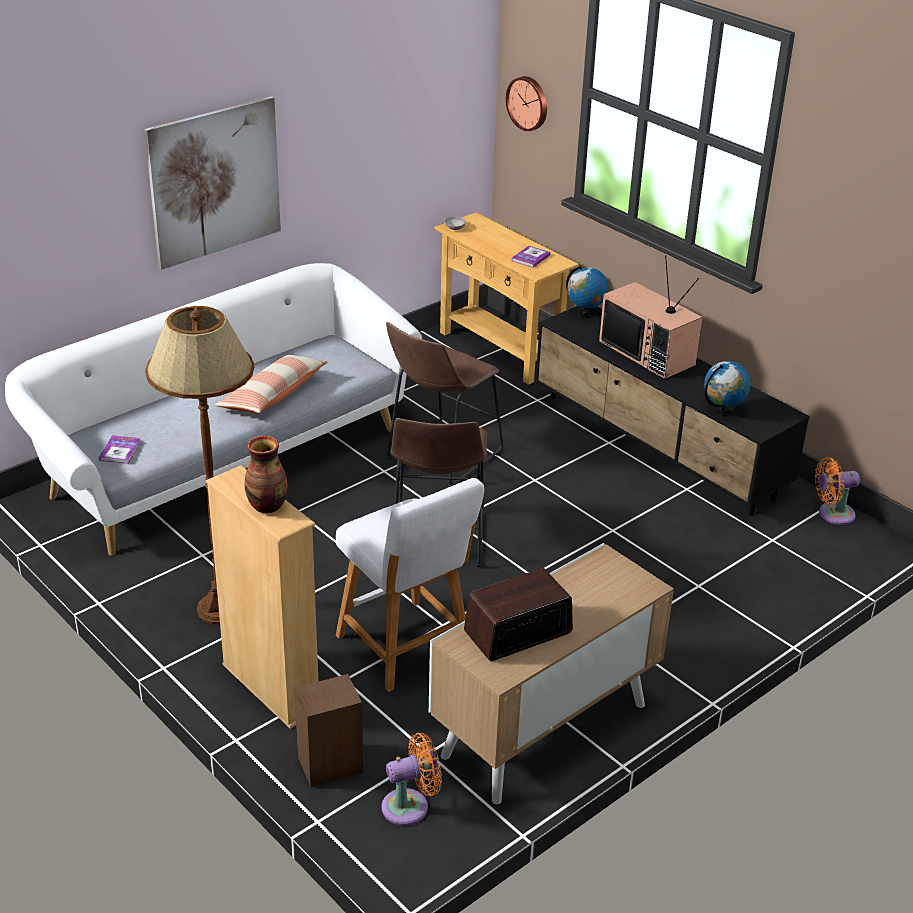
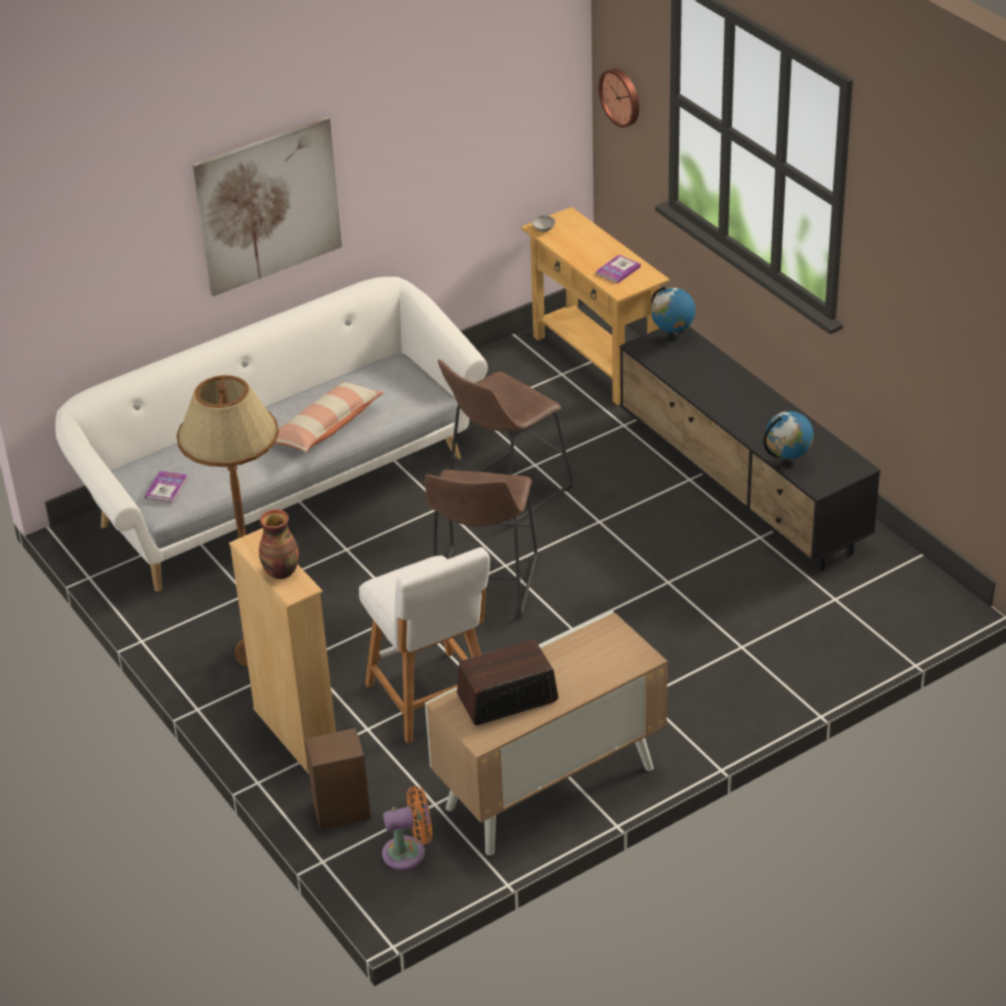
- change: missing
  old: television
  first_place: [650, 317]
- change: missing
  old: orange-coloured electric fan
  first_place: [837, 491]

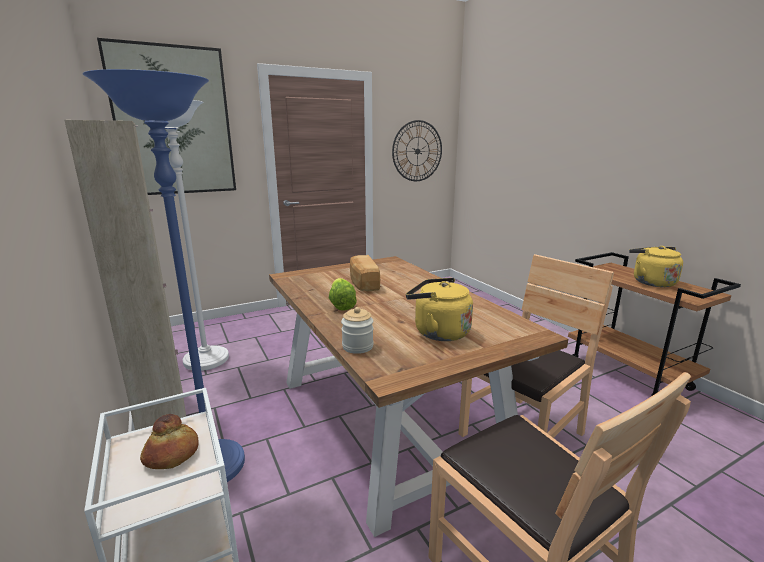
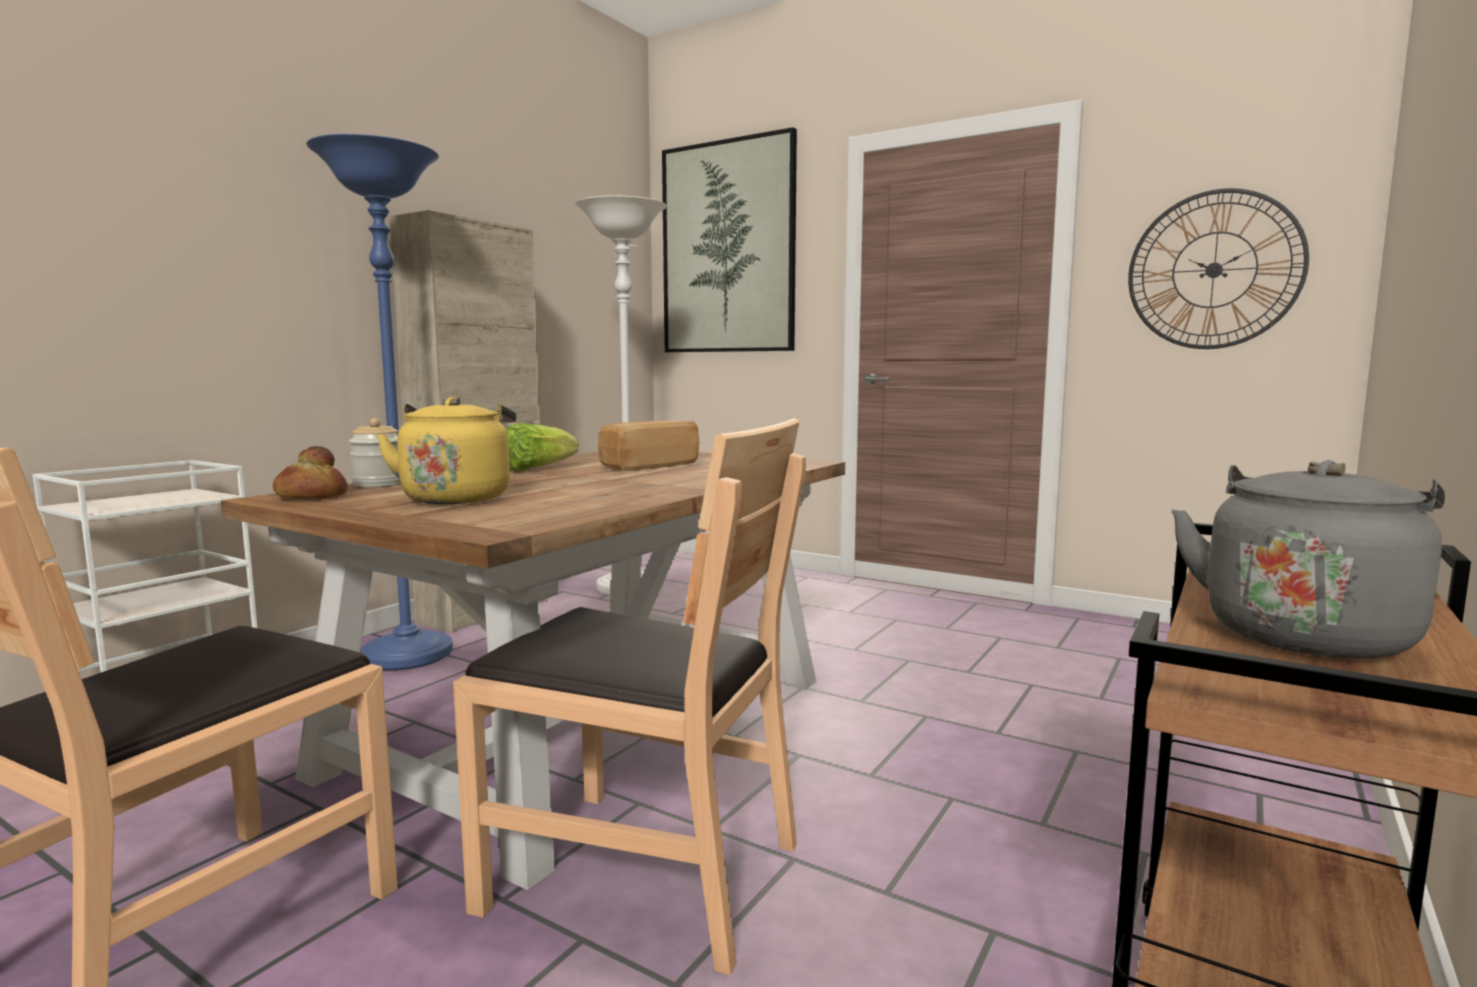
- change: relocated
  old: bread
  first_place: [169, 441]
  second_place: [310, 472]
- change: colour
  old: yellow-coloured kettle
  new: gray kettle
  first_place: [656, 266]
  second_place: [1308, 559]

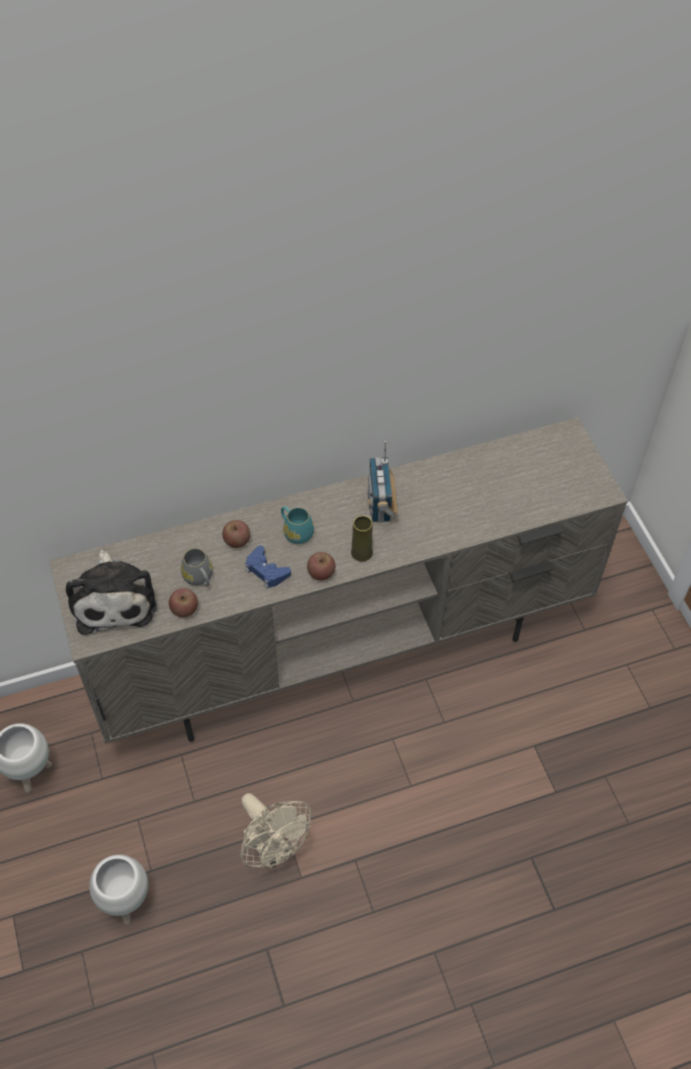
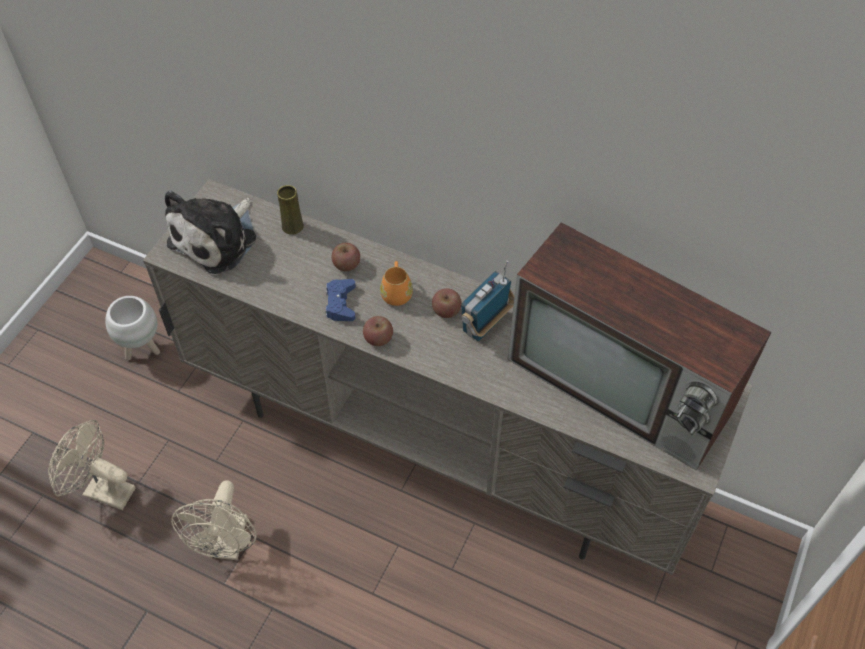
- change: exchanged
  old: whitish planter
  new: beige electric fan
  first_place: [118, 890]
  second_place: [92, 465]
- change: relocated
  old: yellow-coloured decorative vase
  first_place: [362, 538]
  second_place: [290, 210]
- change: colour
  old: turquoise coffee mug
  new: orange-coloured coffee mug
  first_place: [297, 525]
  second_place: [396, 283]
- change: relocated
  old: whole apple
  first_place: [183, 602]
  second_place: [447, 303]
- change: appeared
  new: television
  second_place: [639, 346]
- change: missing
  old: gray coffee mug
  first_place: [197, 567]

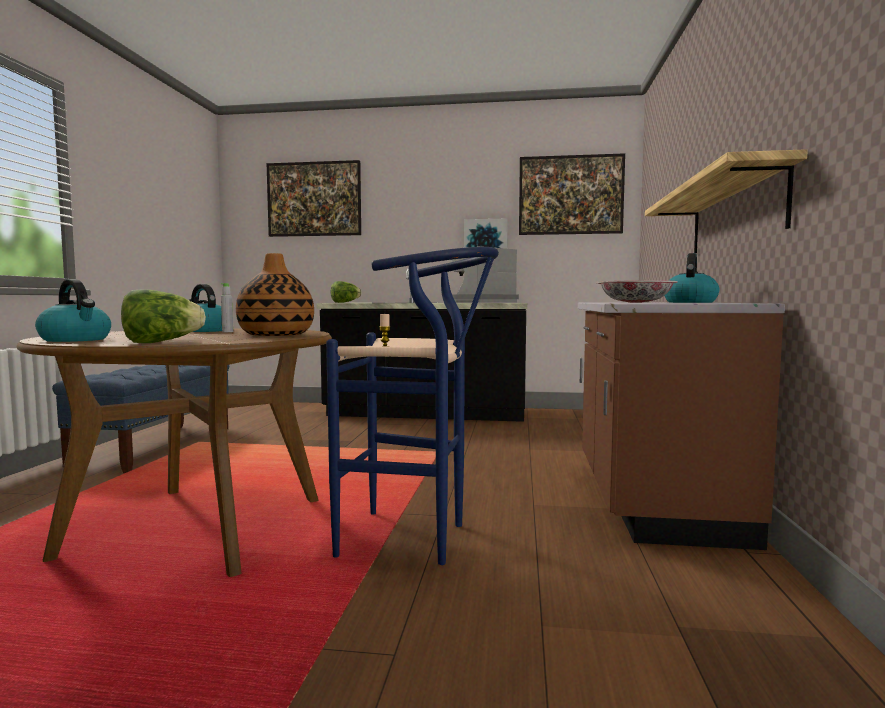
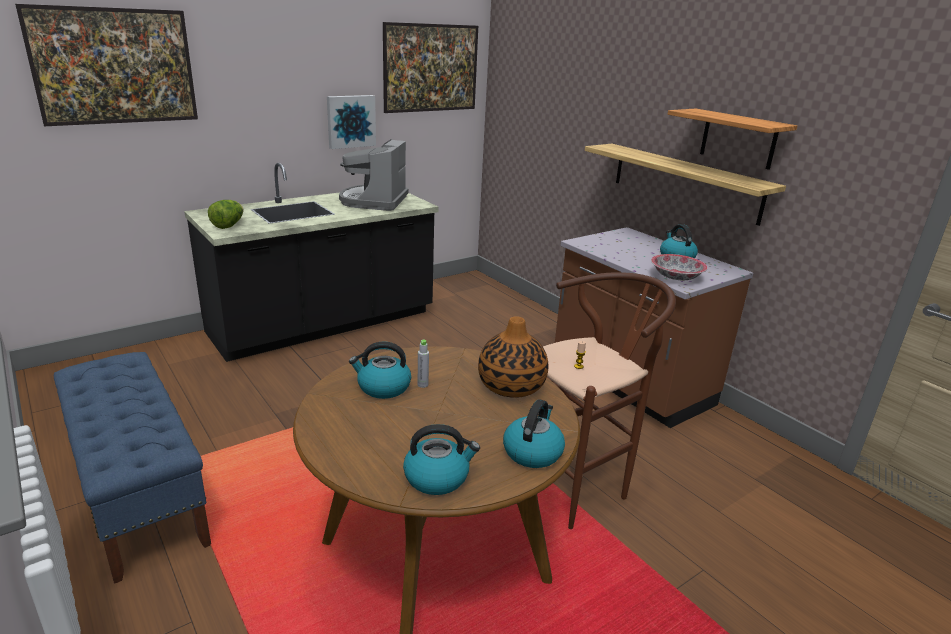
- change: exchanged
  old: head of lettuce
  new: kettle
  first_place: [163, 316]
  second_place: [534, 433]
- change: colour
  old: blue-coloured stool seat
  new: brown stool seat
  first_place: [412, 406]
  second_place: [609, 400]
- change: appeared
  new: shelf
  second_place: [732, 139]

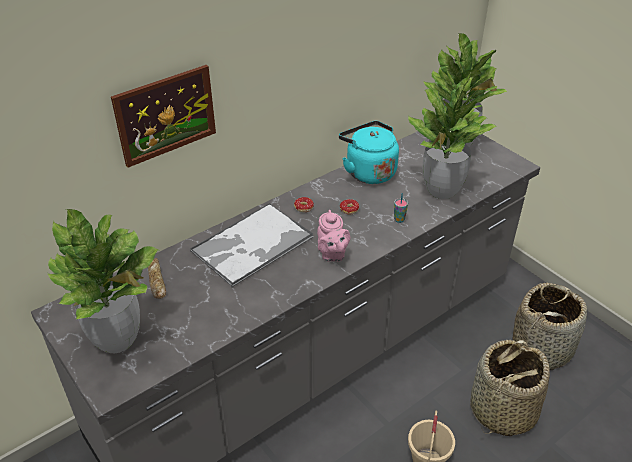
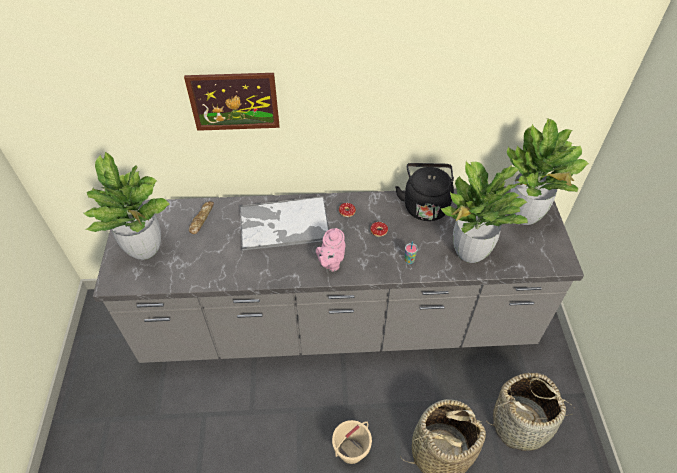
- change: colour
  old: turquoise kettle
  new: black kettle
  first_place: [369, 152]
  second_place: [424, 192]

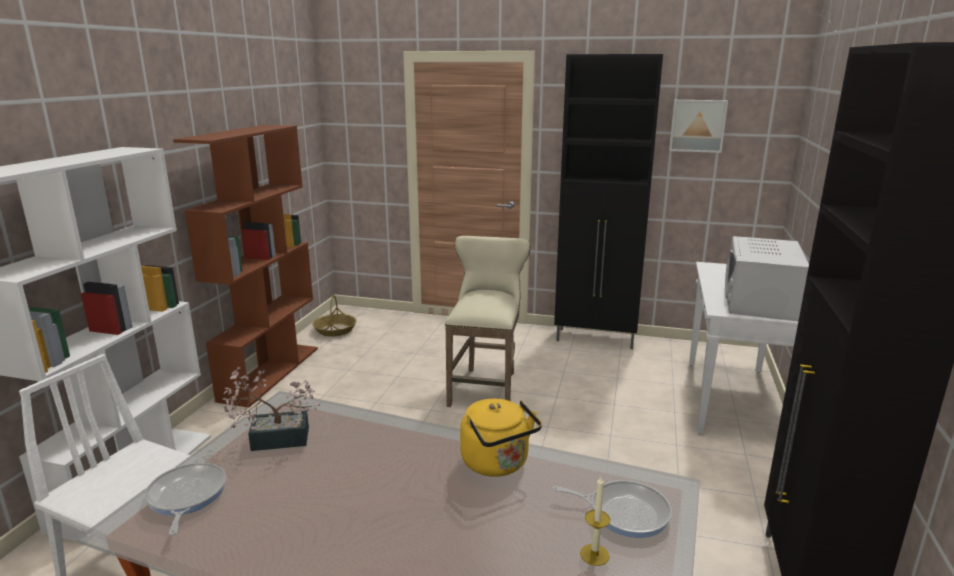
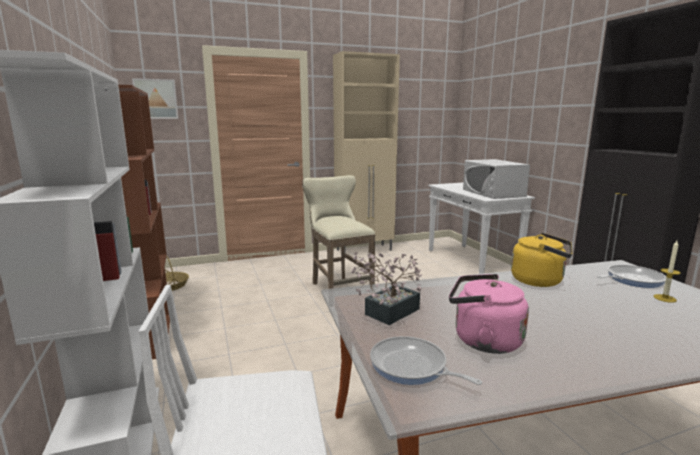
- change: relocated
  old: picture
  first_place: [698, 126]
  second_place: [155, 98]
- change: colour
  old: black cabinet
  new: beige cabinet
  first_place: [608, 201]
  second_place: [366, 152]
- change: appeared
  new: pink-coloured kettle
  second_place: [489, 314]

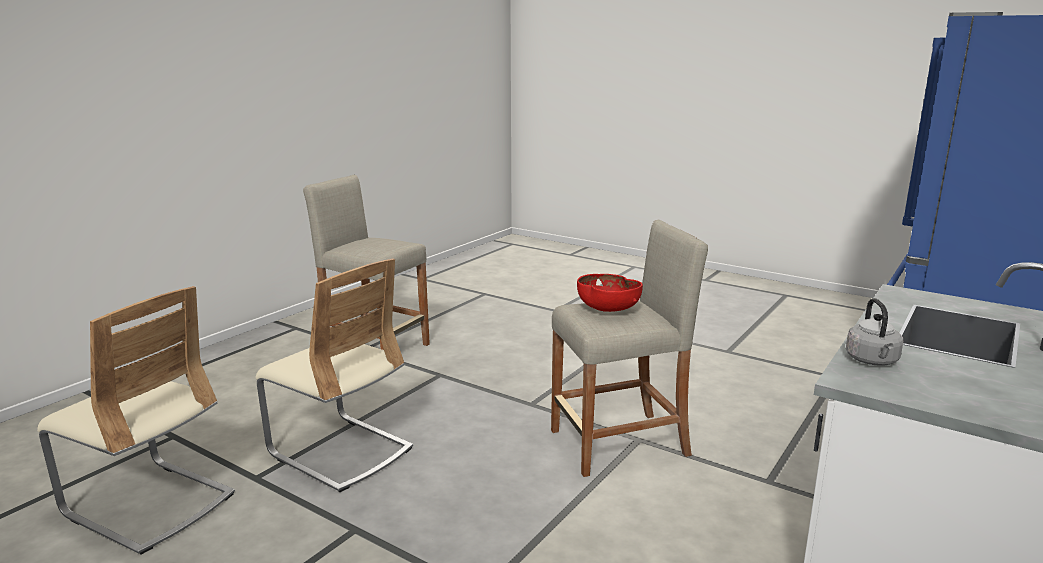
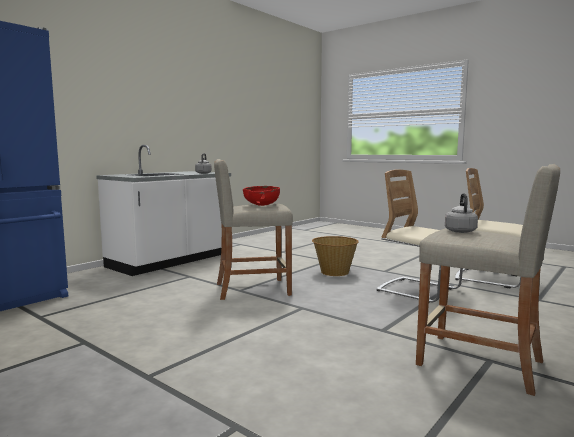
- change: appeared
  new: basket
  second_place: [335, 256]
- change: appeared
  new: gray kettle
  second_place: [461, 213]

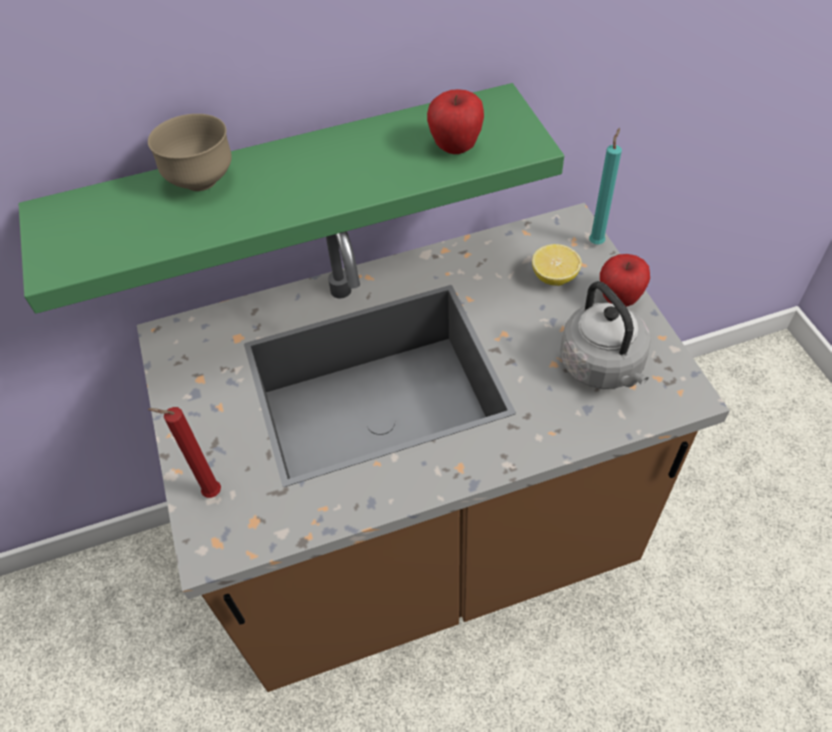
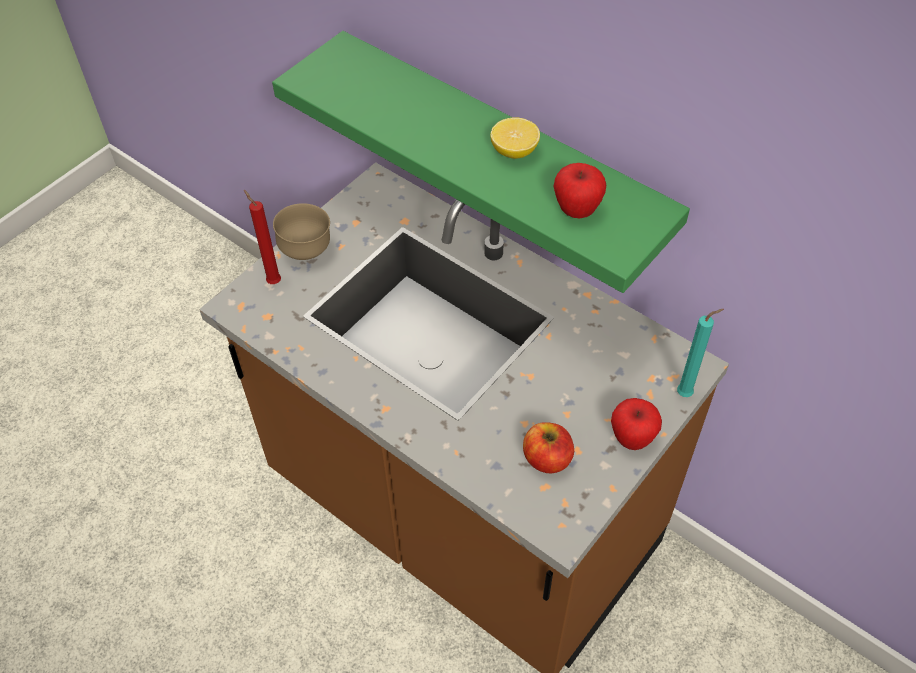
- change: relocated
  old: brown serving bowl
  first_place: [190, 152]
  second_place: [301, 231]
- change: relocated
  old: whole lemon
  first_place: [557, 265]
  second_place: [515, 138]
- change: exchanged
  old: gray kettle
  new: whole apple
  first_place: [605, 335]
  second_place: [548, 447]

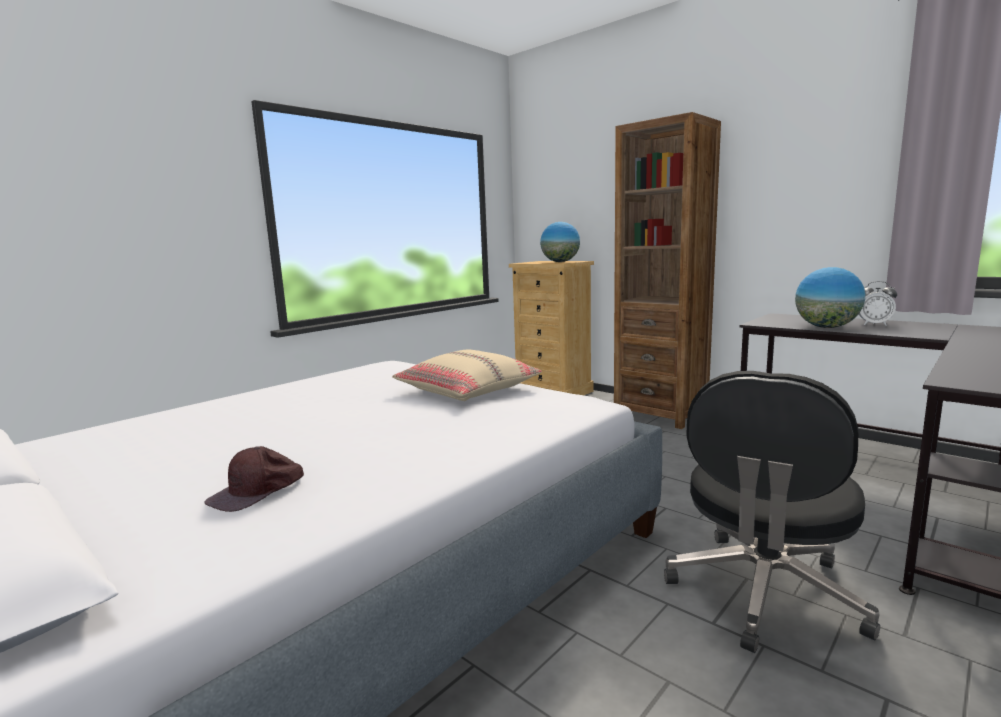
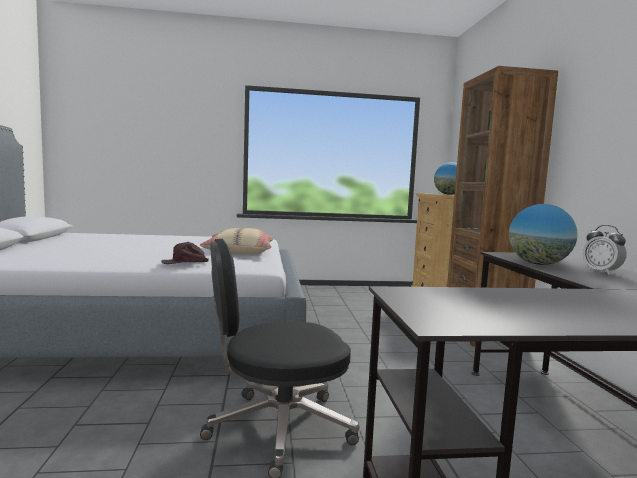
- change: relocated
  old: brown peaked cap
  first_place: [254, 479]
  second_place: [185, 253]

